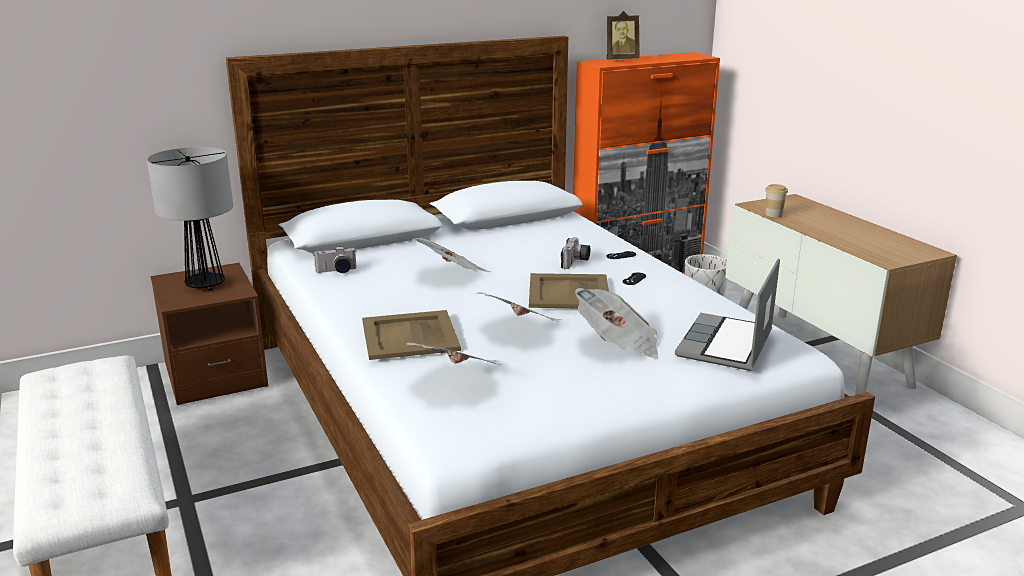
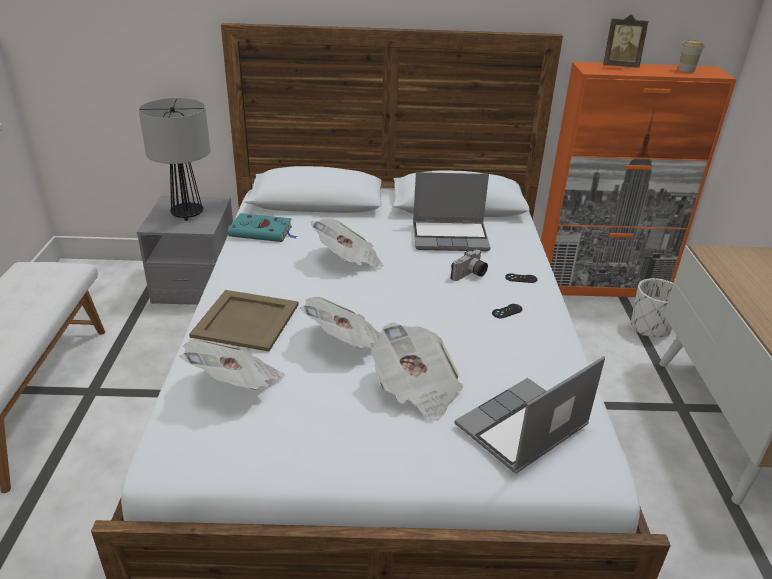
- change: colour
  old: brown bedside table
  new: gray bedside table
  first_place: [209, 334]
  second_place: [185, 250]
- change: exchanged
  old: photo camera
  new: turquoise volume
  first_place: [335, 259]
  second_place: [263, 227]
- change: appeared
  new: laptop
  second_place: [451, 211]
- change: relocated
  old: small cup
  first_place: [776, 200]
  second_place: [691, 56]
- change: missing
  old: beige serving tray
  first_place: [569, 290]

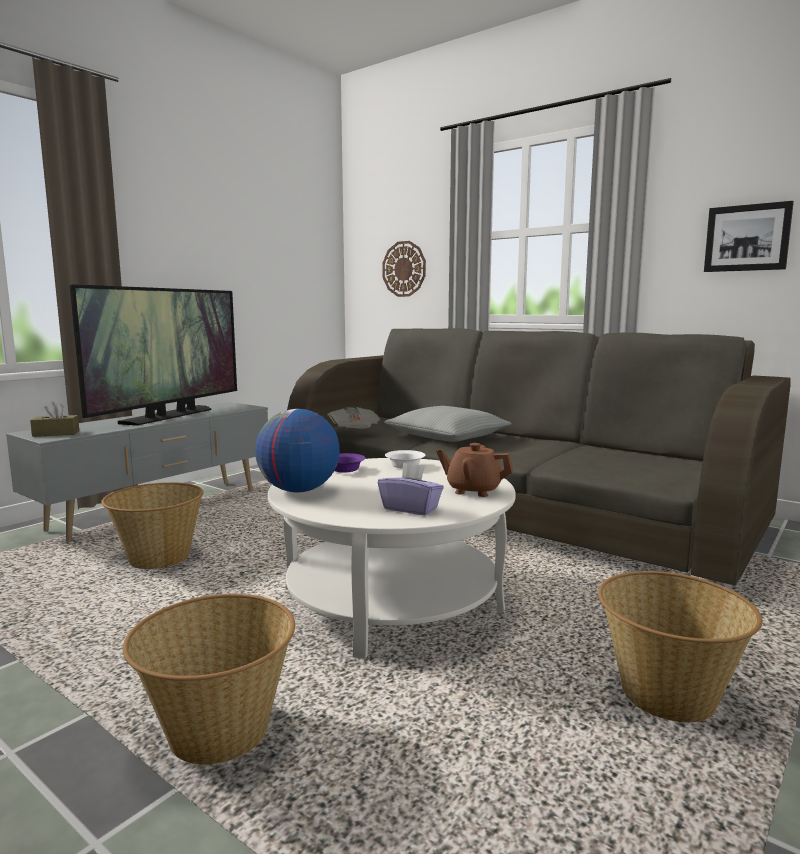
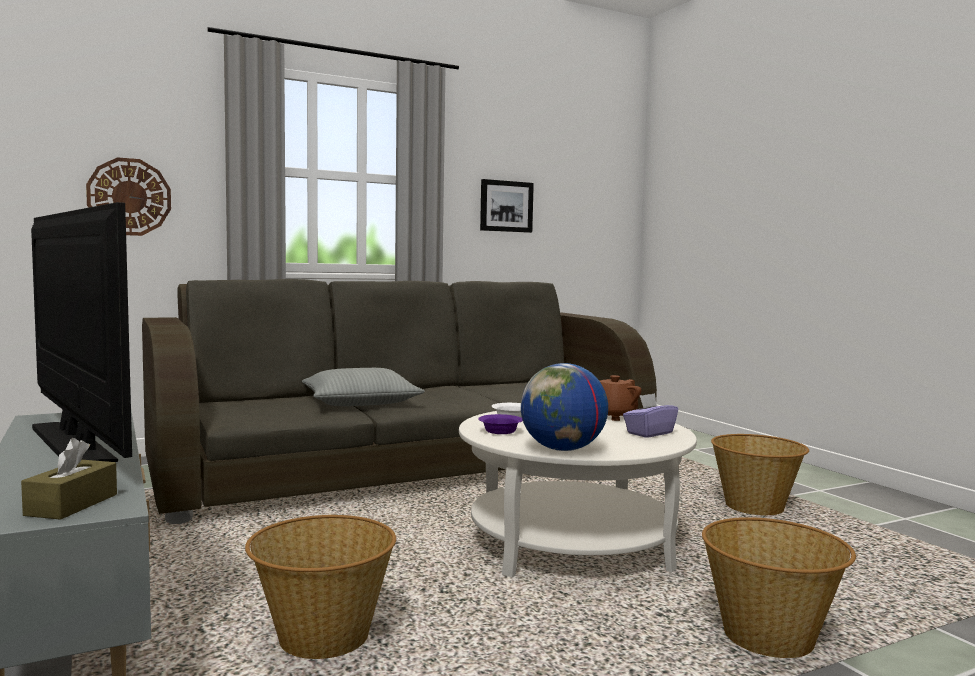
- change: missing
  old: newspaper
  first_place: [354, 418]

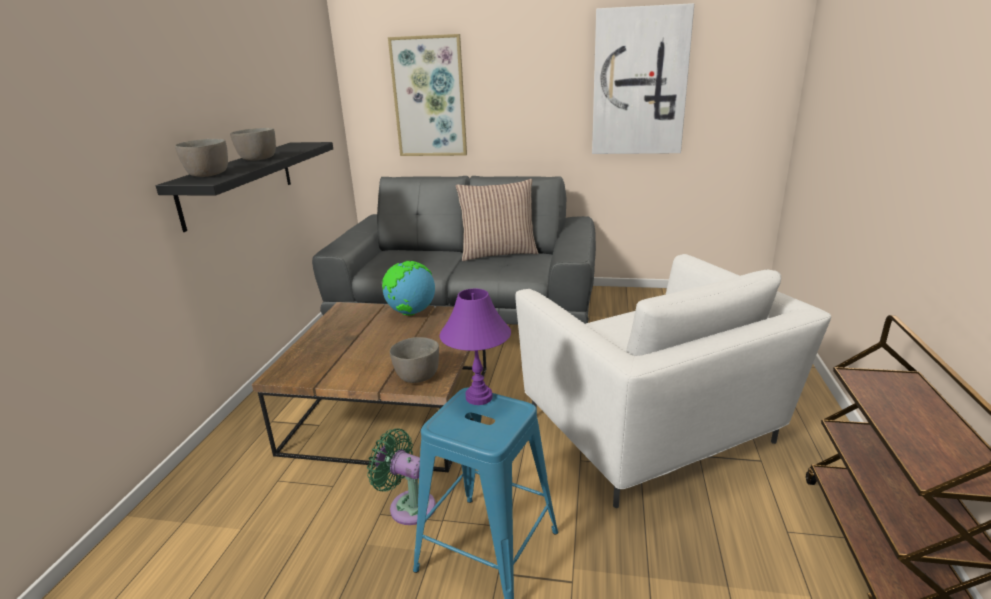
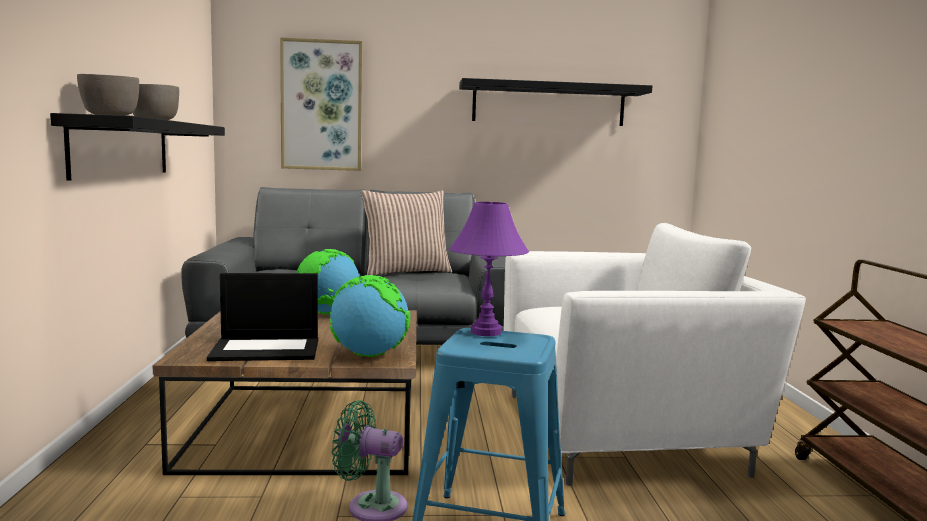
- change: appeared
  new: laptop
  second_place: [262, 317]
- change: exchanged
  old: gray serving bowl
  new: world globe
  first_place: [414, 360]
  second_place: [369, 316]
- change: exchanged
  old: picture
  new: black shelf
  first_place: [643, 78]
  second_place: [555, 102]
- change: spun
  old: whitish lounge chair
  first_place: [673, 381]
  second_place: [655, 354]
  degrees: -60

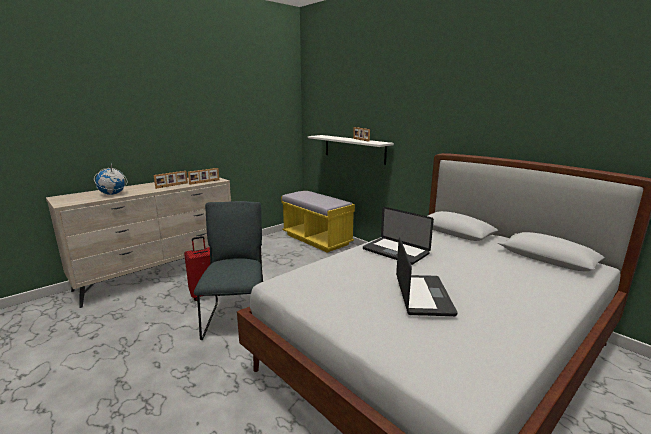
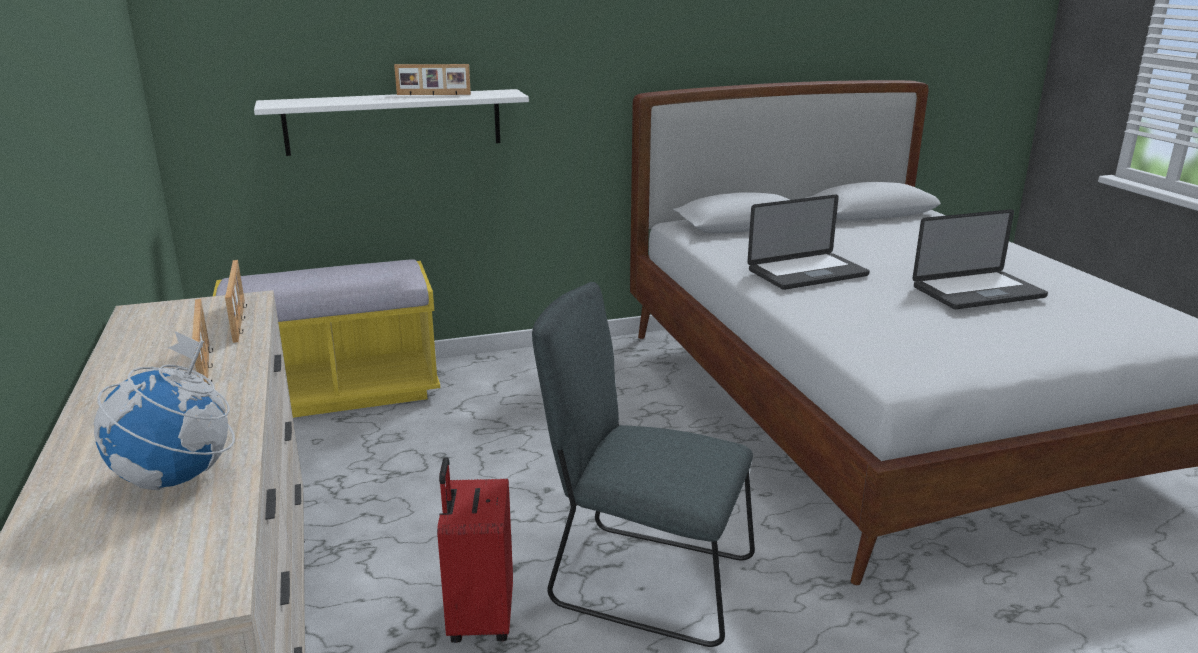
- change: spun
  old: laptop
  first_place: [427, 276]
  second_place: [980, 259]
  degrees: 135

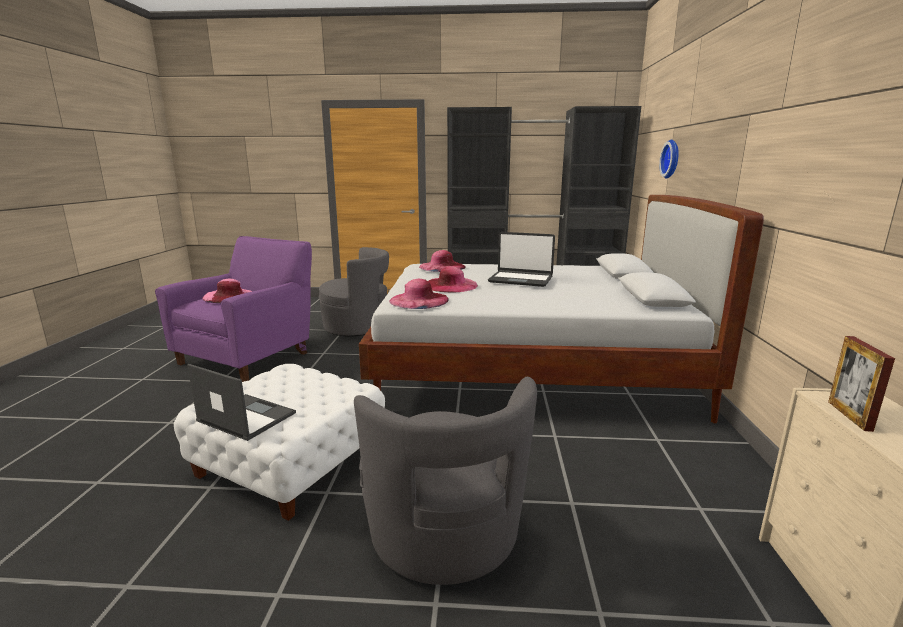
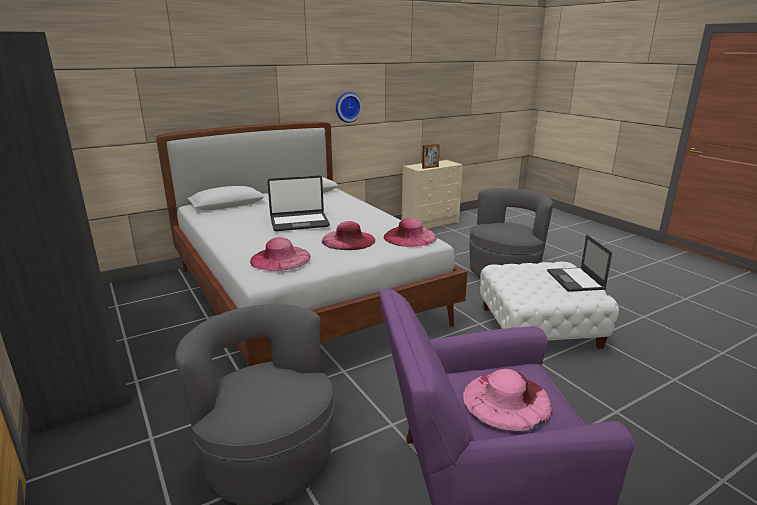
- change: spun
  old: laptop
  first_place: [521, 259]
  second_place: [298, 203]
  degrees: 90
- change: relocated
  old: clock on the wall
  first_place: [669, 159]
  second_place: [349, 107]

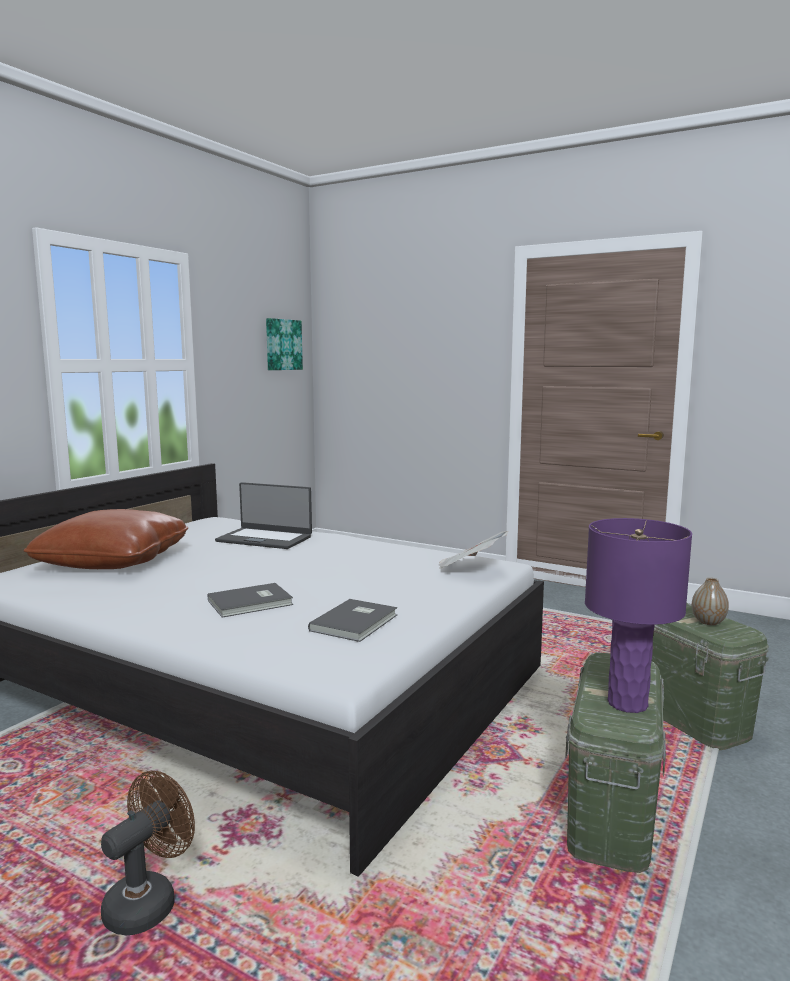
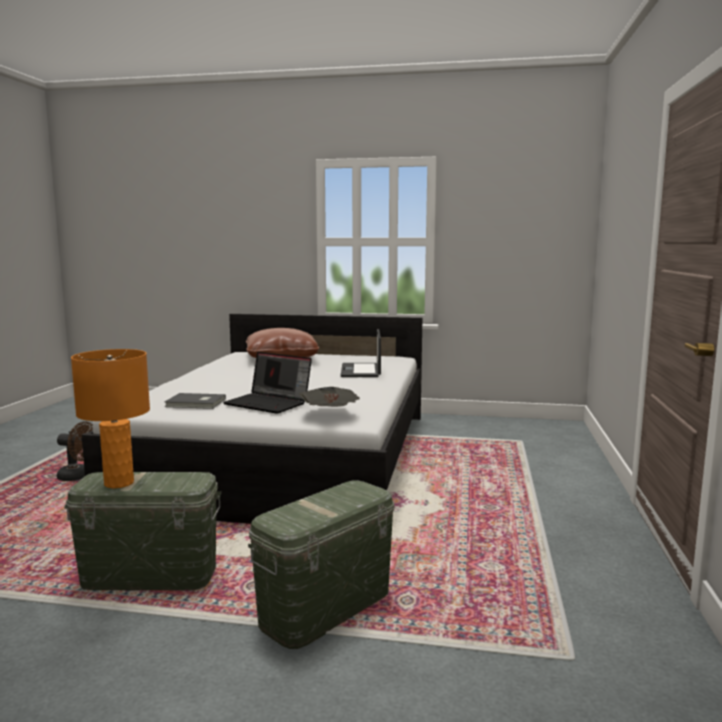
- change: colour
  old: purple lamp for a table
  new: orange-coloured lamp for a table
  first_place: [638, 615]
  second_place: [110, 418]
- change: appeared
  new: laptop
  second_place: [267, 383]
- change: missing
  old: gray volume
  first_place: [250, 600]
- change: missing
  old: picture
  first_place: [284, 344]
- change: missing
  old: decorative vase
  first_place: [710, 601]

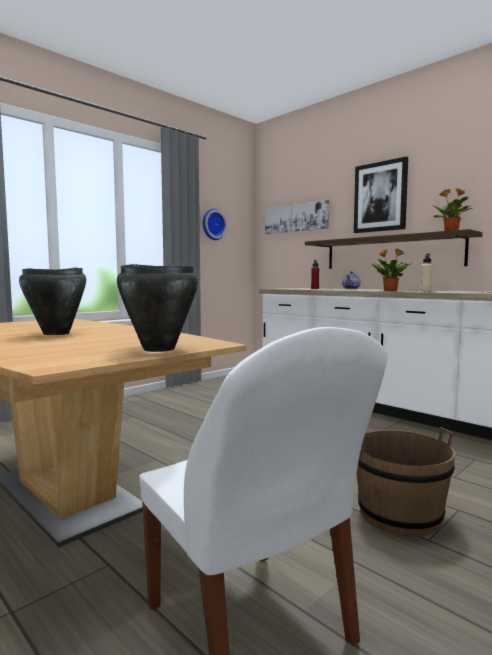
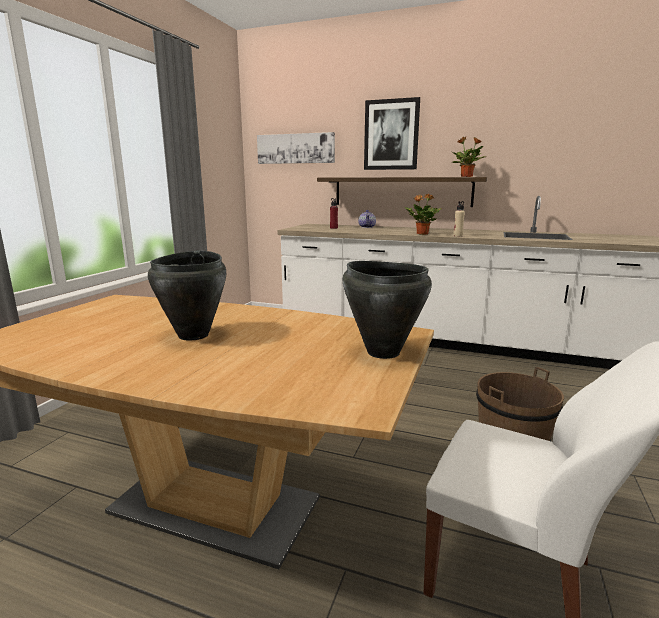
- change: missing
  old: clock on the wall
  first_place: [215, 224]

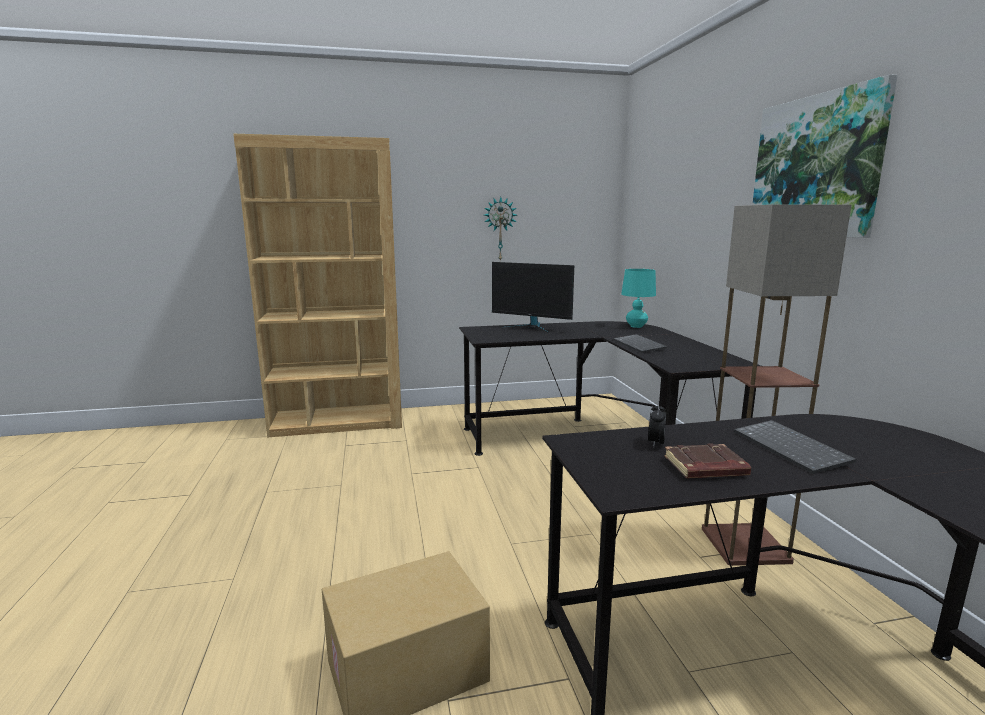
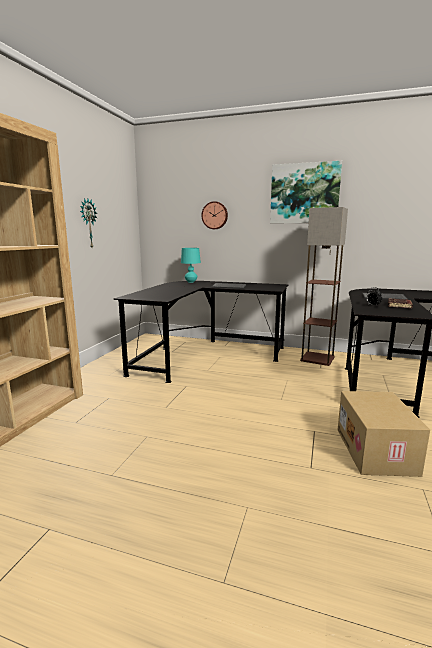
- change: appeared
  new: clock on the wall
  second_place: [214, 215]
- change: missing
  old: computer screen
  first_place: [533, 297]

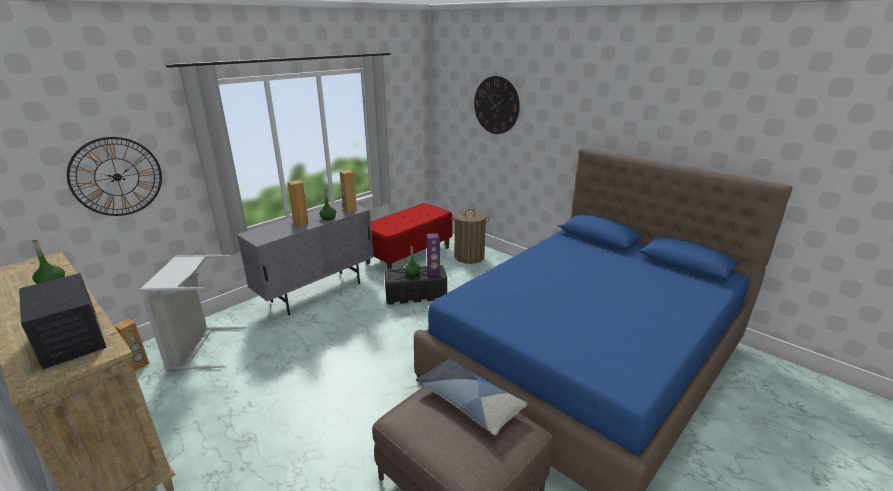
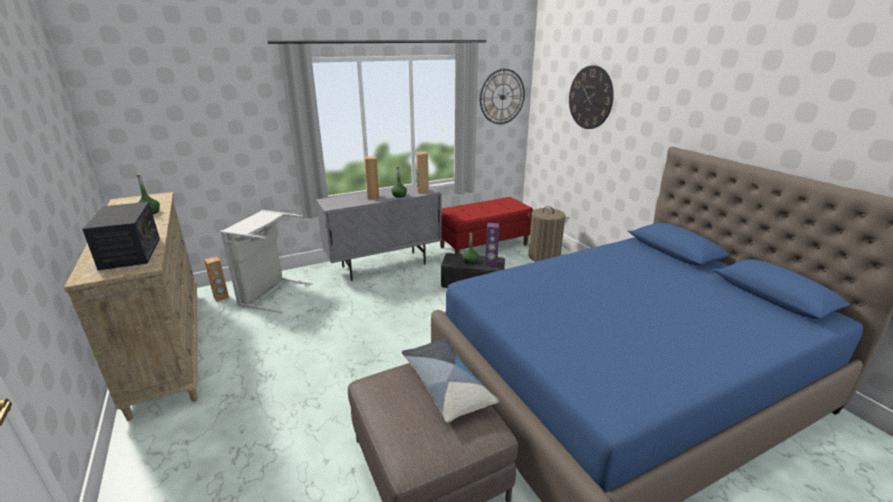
- change: relocated
  old: clock on the wall
  first_place: [114, 176]
  second_place: [502, 96]

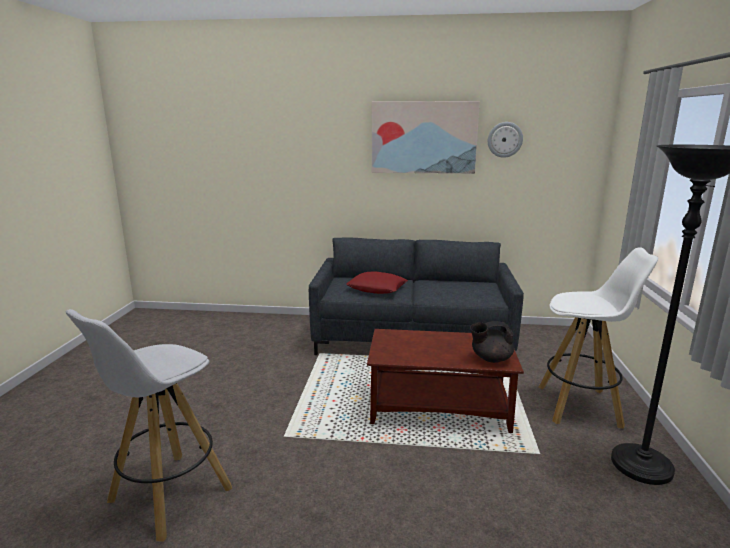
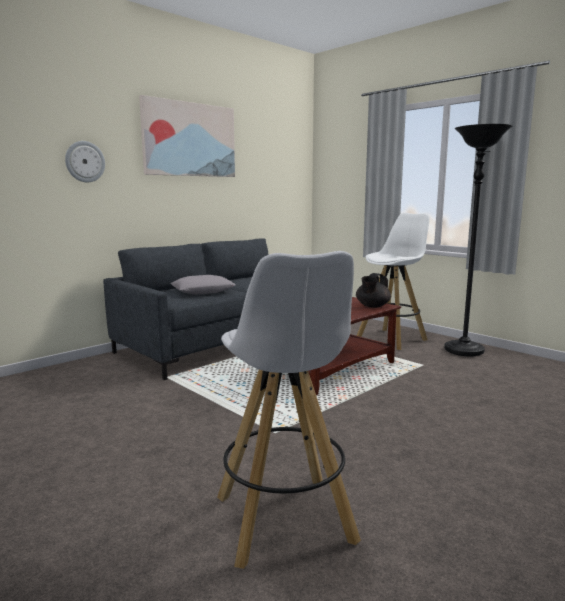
- change: relocated
  old: clock on the wall
  first_place: [505, 140]
  second_place: [85, 161]
- change: colour
  old: red-coloured throw pillow
  new: gray throw pillow
  first_place: [377, 282]
  second_place: [203, 284]

